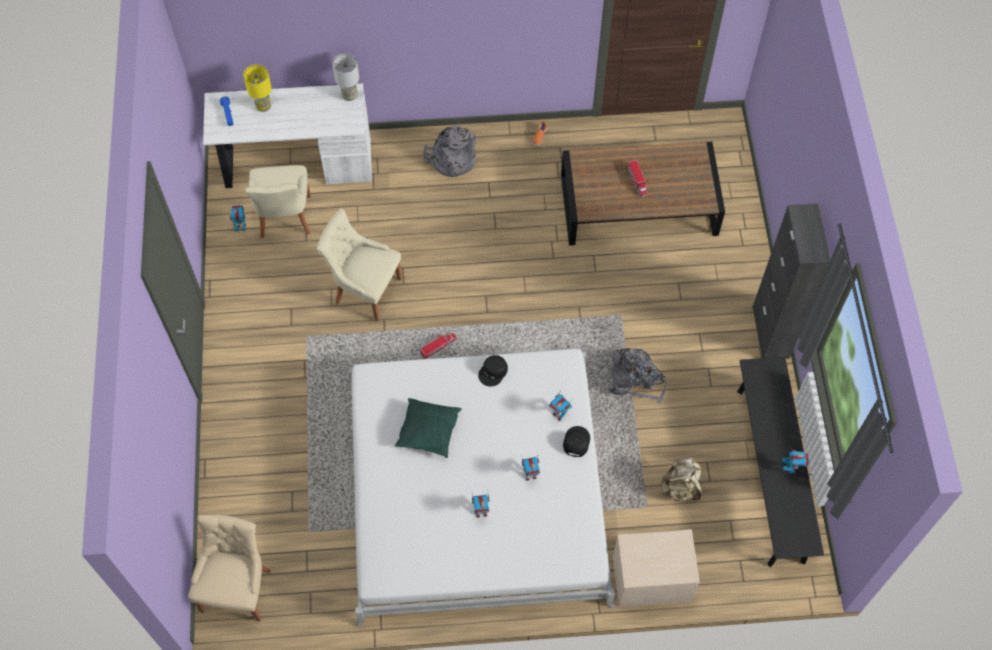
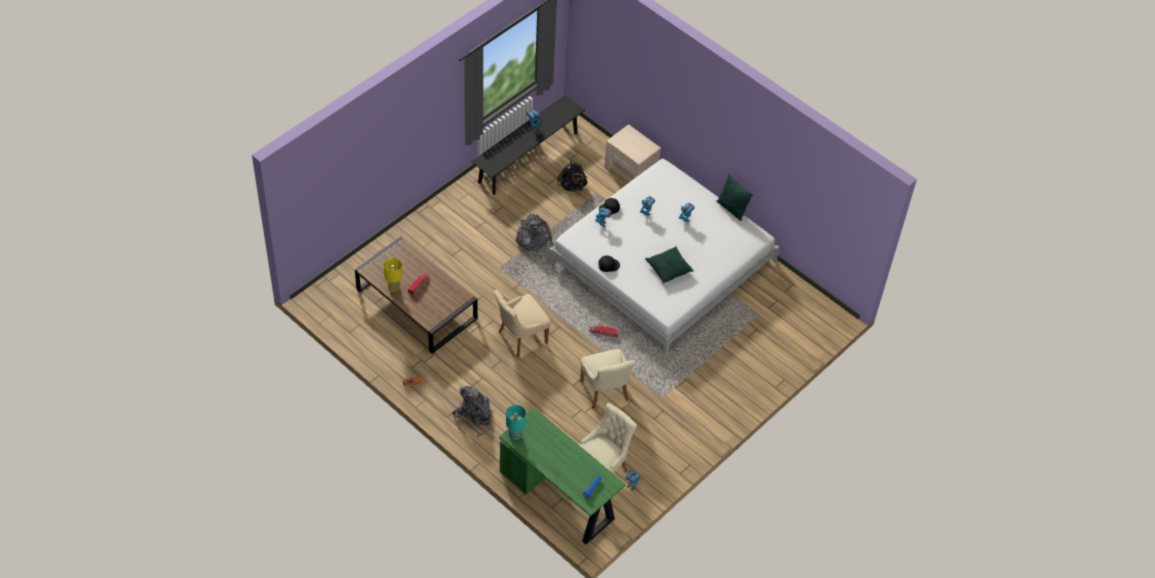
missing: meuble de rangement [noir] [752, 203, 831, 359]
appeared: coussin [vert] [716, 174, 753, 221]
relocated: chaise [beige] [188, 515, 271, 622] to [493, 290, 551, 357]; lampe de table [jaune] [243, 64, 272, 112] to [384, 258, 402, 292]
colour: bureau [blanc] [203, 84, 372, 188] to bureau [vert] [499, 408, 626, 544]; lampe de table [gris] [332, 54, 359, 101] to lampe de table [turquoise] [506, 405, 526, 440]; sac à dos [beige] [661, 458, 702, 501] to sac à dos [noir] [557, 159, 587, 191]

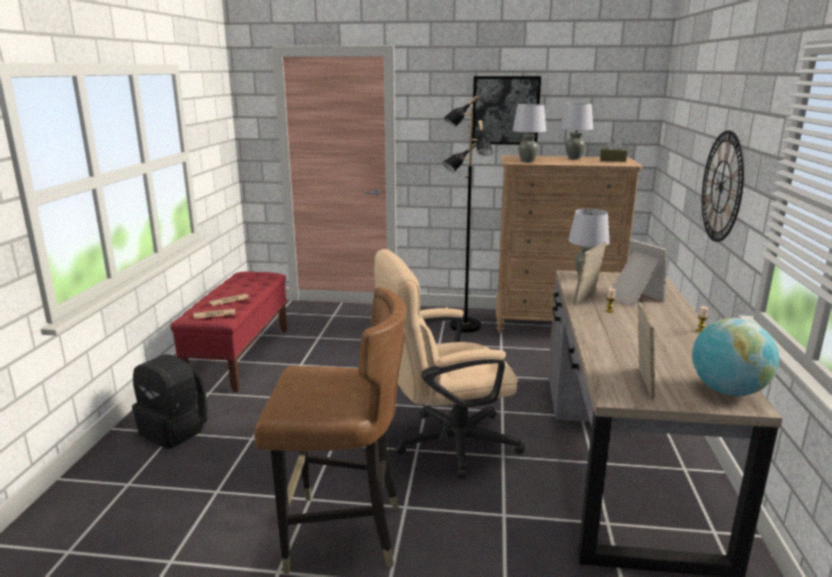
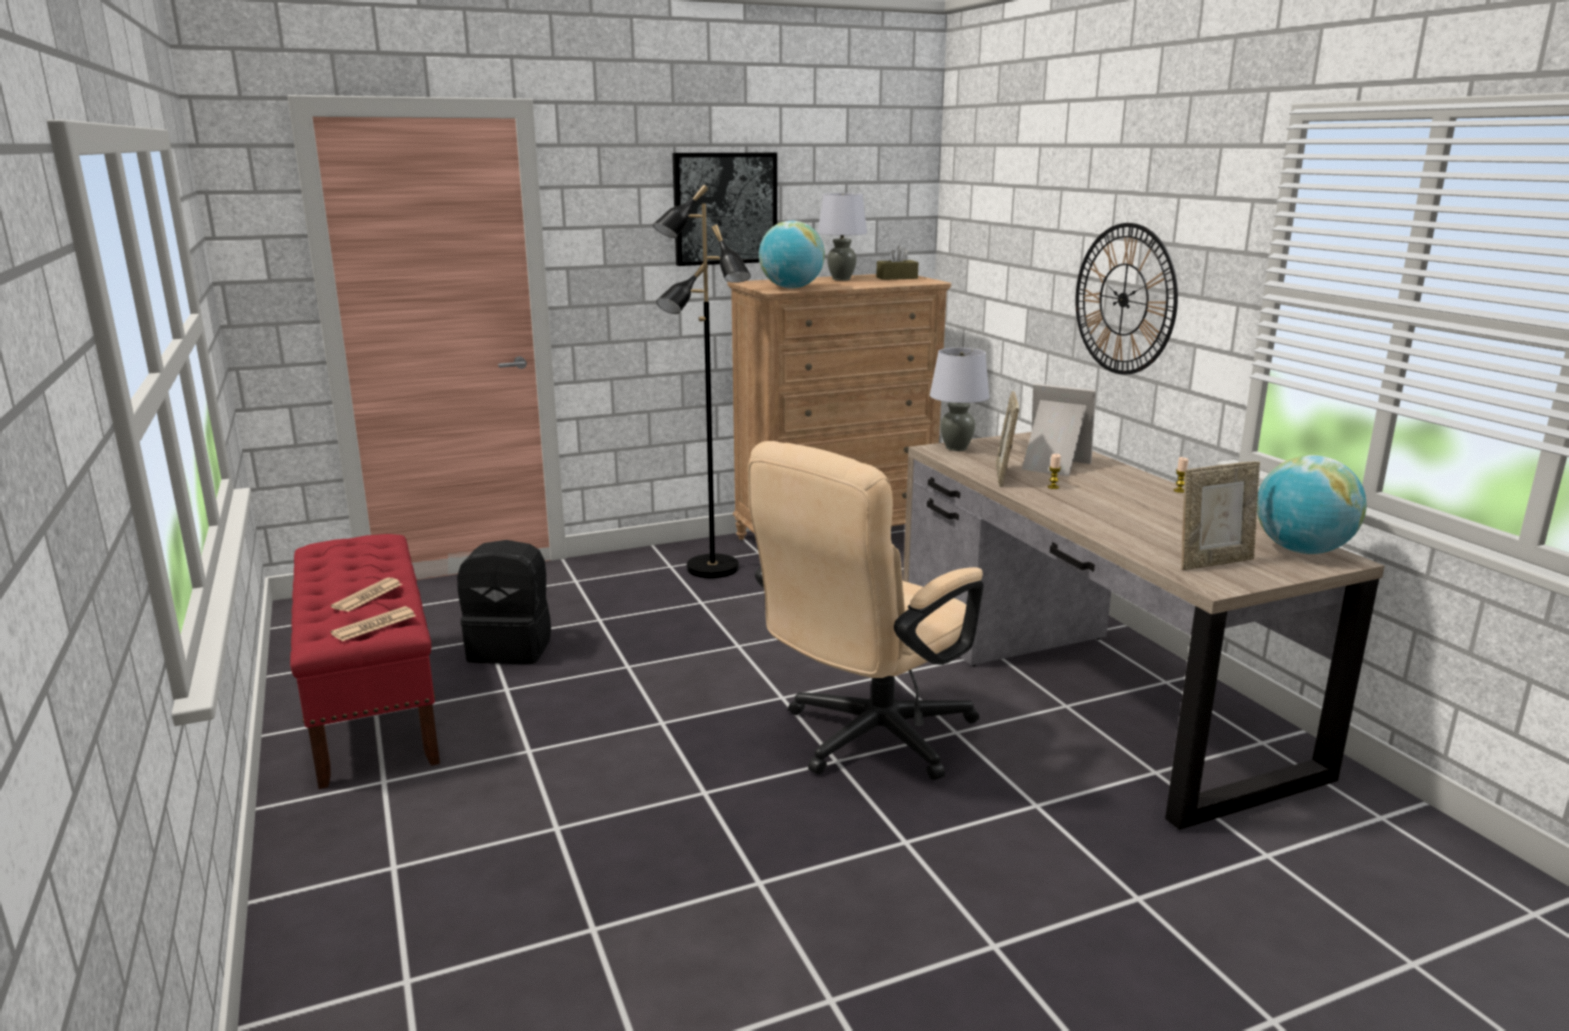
missing: chaise [marron] [254, 287, 406, 574]
relocated: sac à dos [noir] [132, 354, 208, 449] to [457, 540, 551, 664]
exchanged: lampe de table [gris] [512, 104, 546, 163] to globe [759, 220, 825, 289]
spun: cadre photo [638, 302, 655, 399] = [1181, 461, 1260, 570] 90 degrees clockwise

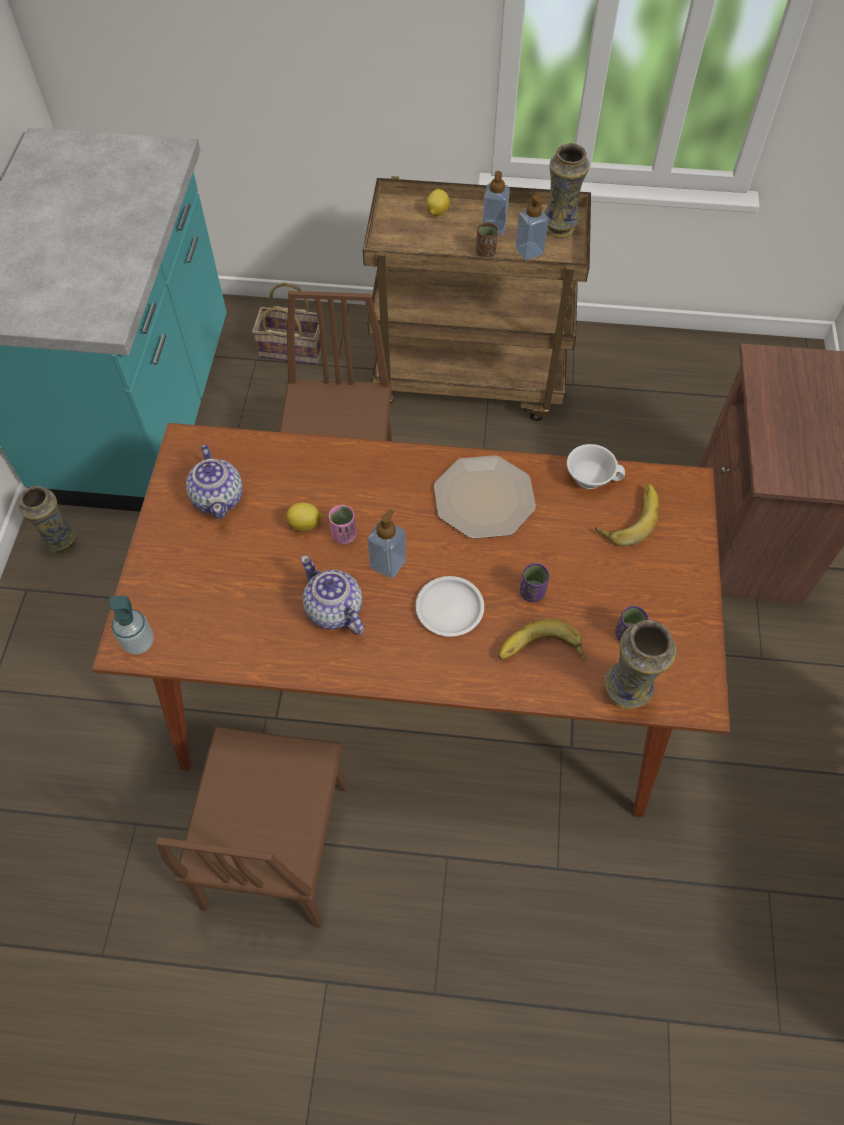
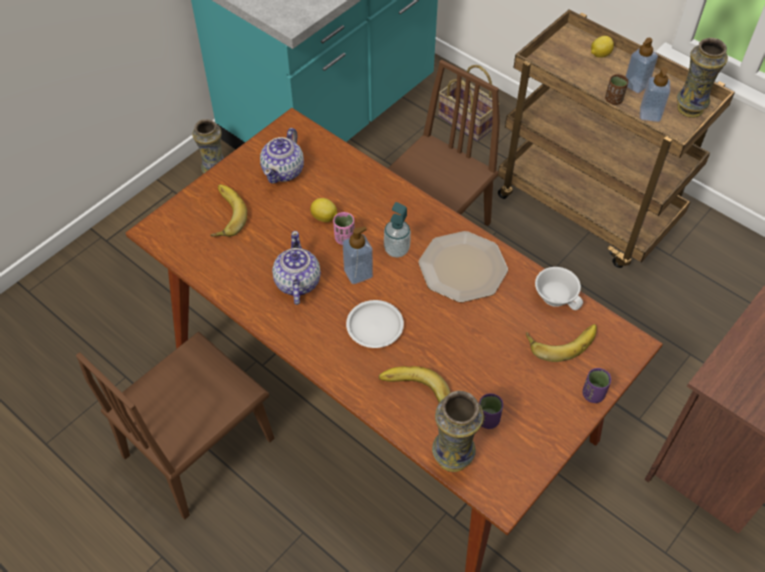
appeared: banane [210, 184, 247, 237]
relocated: distributeur de savon [110, 596, 154, 655] to [384, 202, 411, 258]; tasse [violet] [520, 563, 549, 602] to [582, 368, 611, 403]

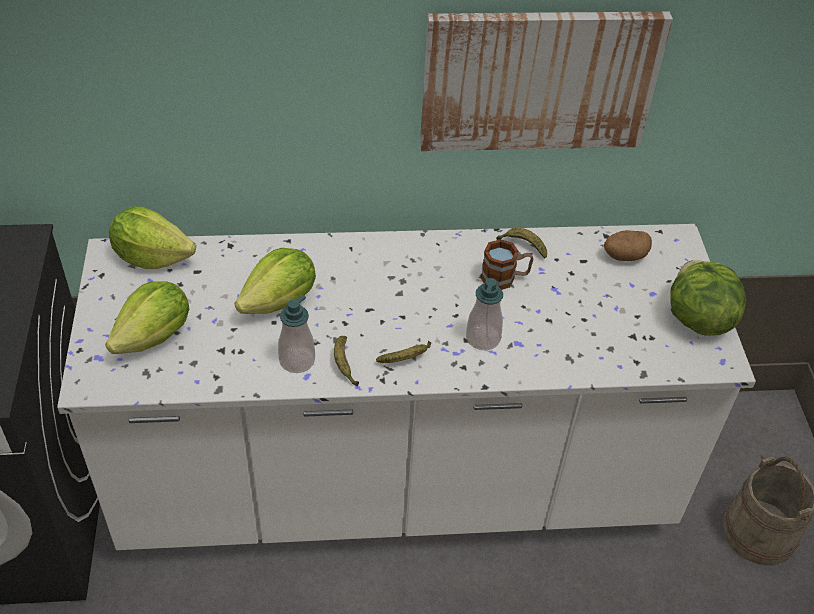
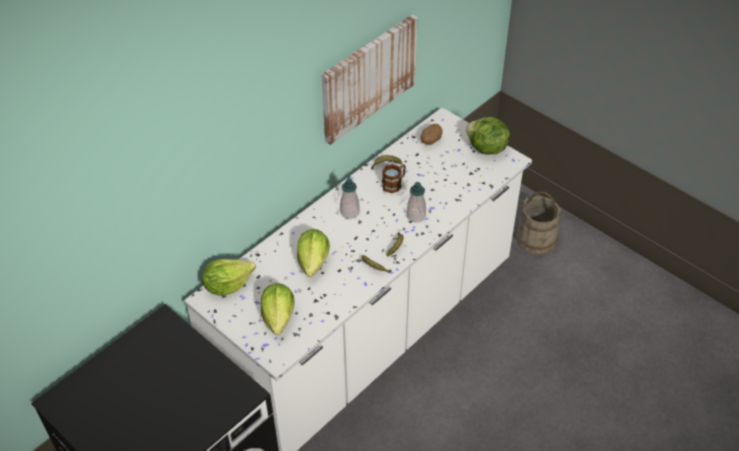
relocated: distributeur de savon [278, 295, 315, 373] to [340, 175, 360, 219]

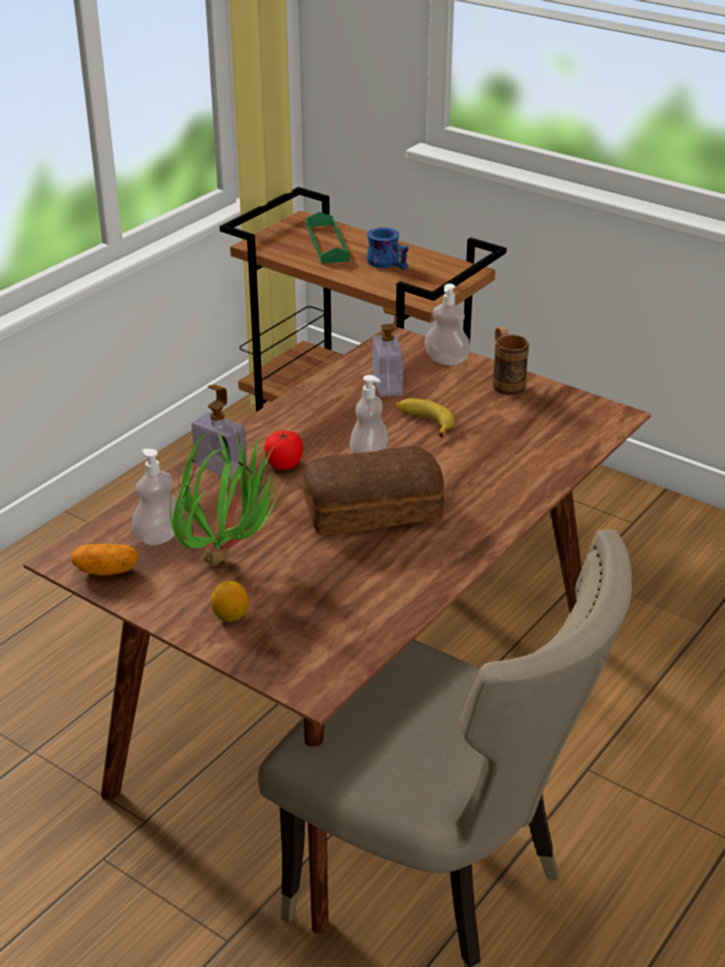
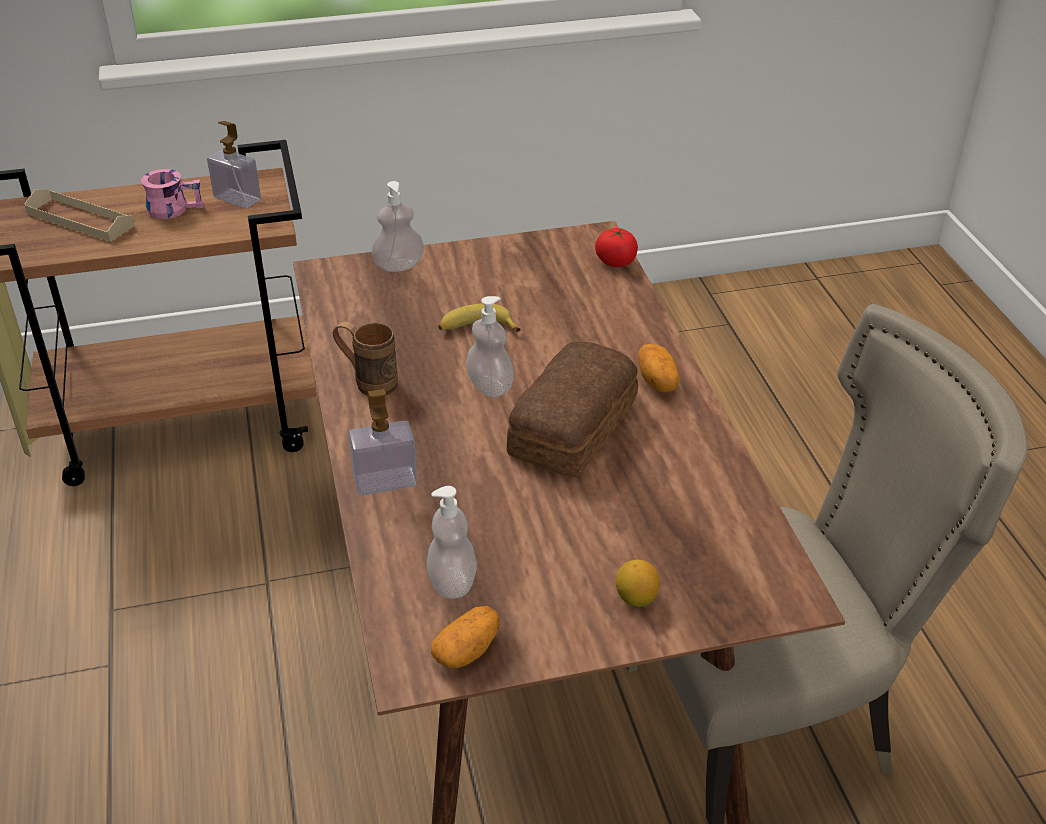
missing: plante en pot [170, 427, 284, 566]
appeared: pomme de terre [638, 344, 679, 392]
relocated: tomate [264, 430, 303, 470] to [595, 228, 638, 267]; distributeur de savon [372, 307, 403, 397] to [207, 121, 261, 208]; mug [marron] [493, 326, 529, 395] to [333, 321, 398, 396]
colour: plateau [vert] [306, 211, 350, 264] to plateau [beige] [24, 189, 134, 242]; mug [bleu] [367, 227, 409, 270] to mug [rose] [141, 169, 203, 219]

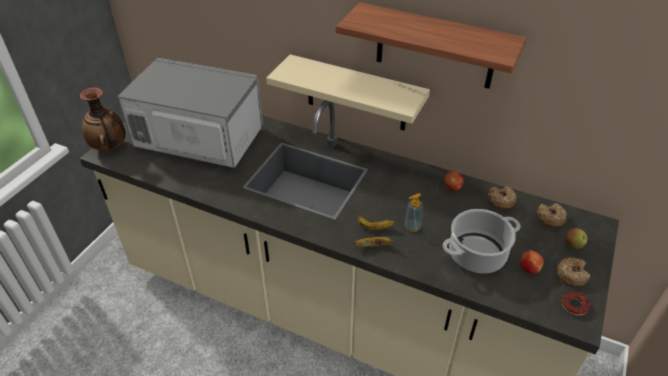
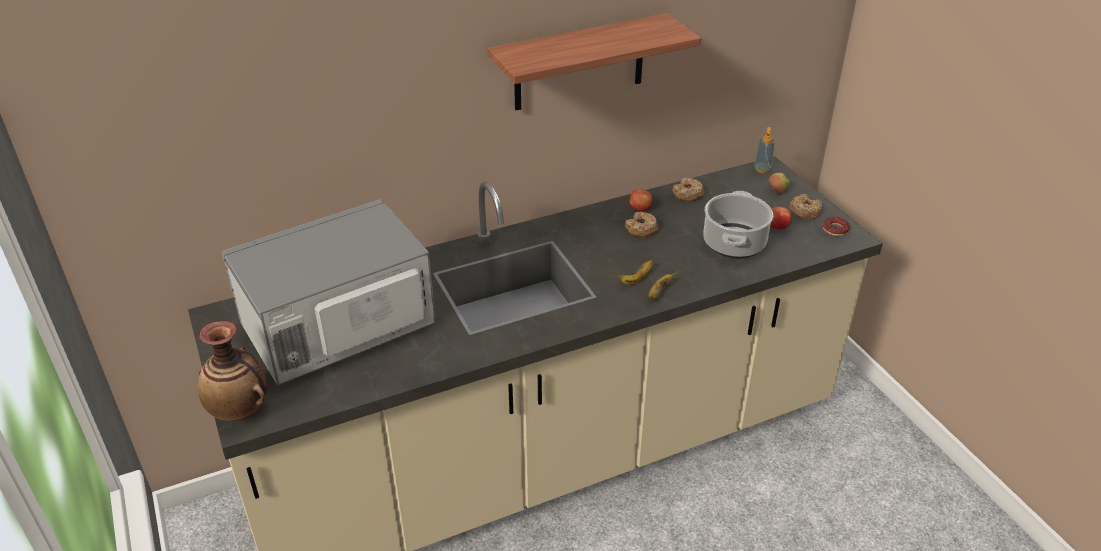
missing: étagère [beige] [266, 54, 430, 131]
relocated: distributeur de savon [404, 193, 423, 232] to [754, 127, 775, 173]; beignet [537, 203, 567, 227] to [625, 212, 659, 237]

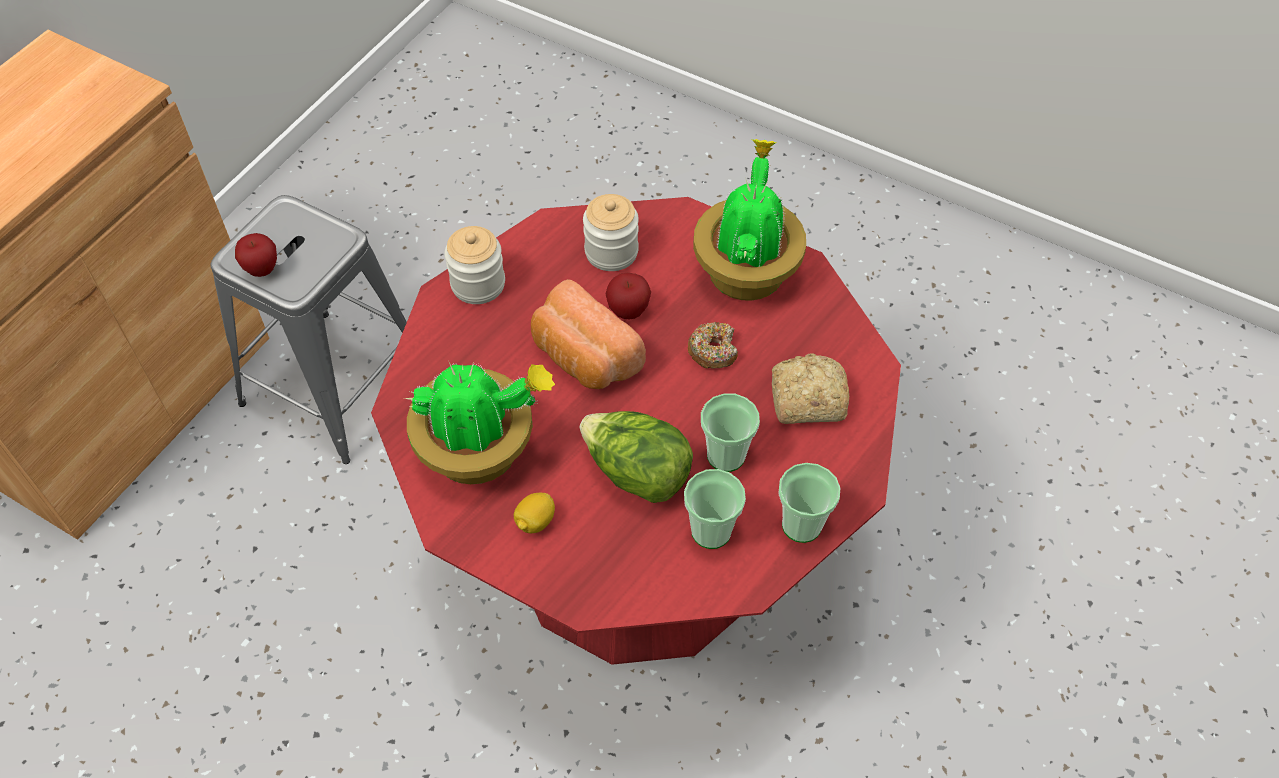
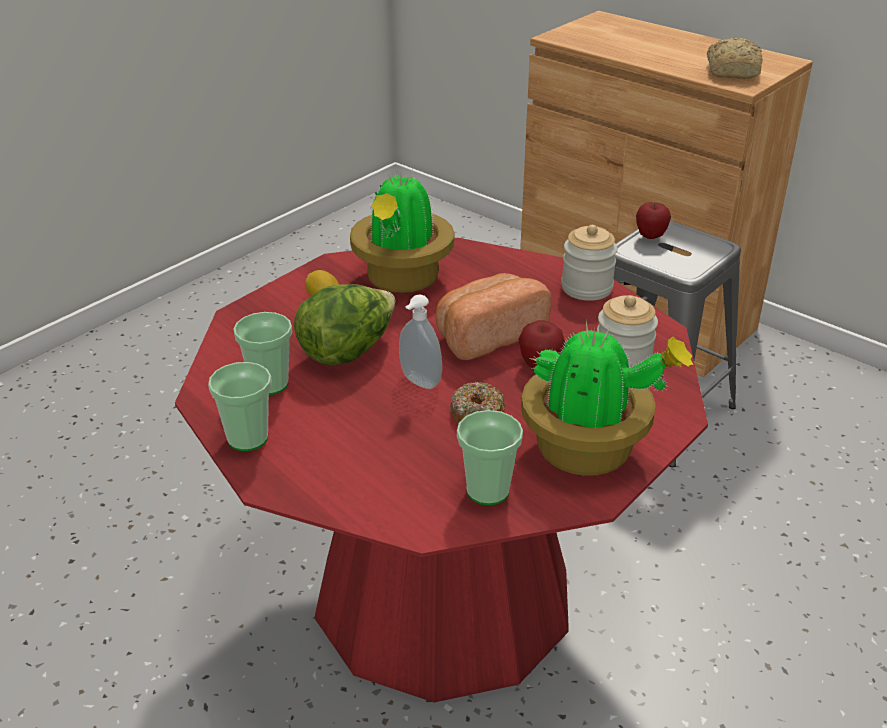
appeared: distributeur de savon [399, 295, 442, 389]
relocated: tasse [701, 394, 760, 472] to [457, 410, 523, 505]; pain [772, 353, 849, 424] to [707, 37, 763, 79]

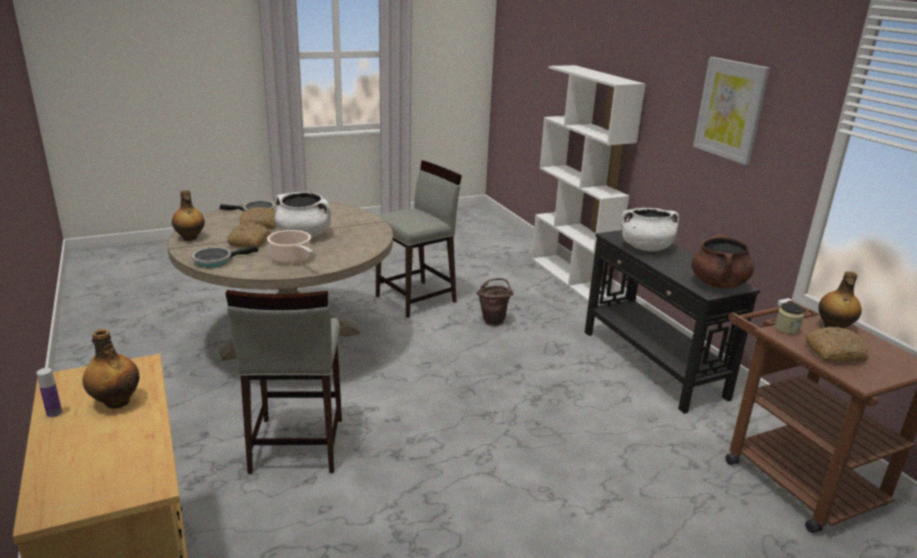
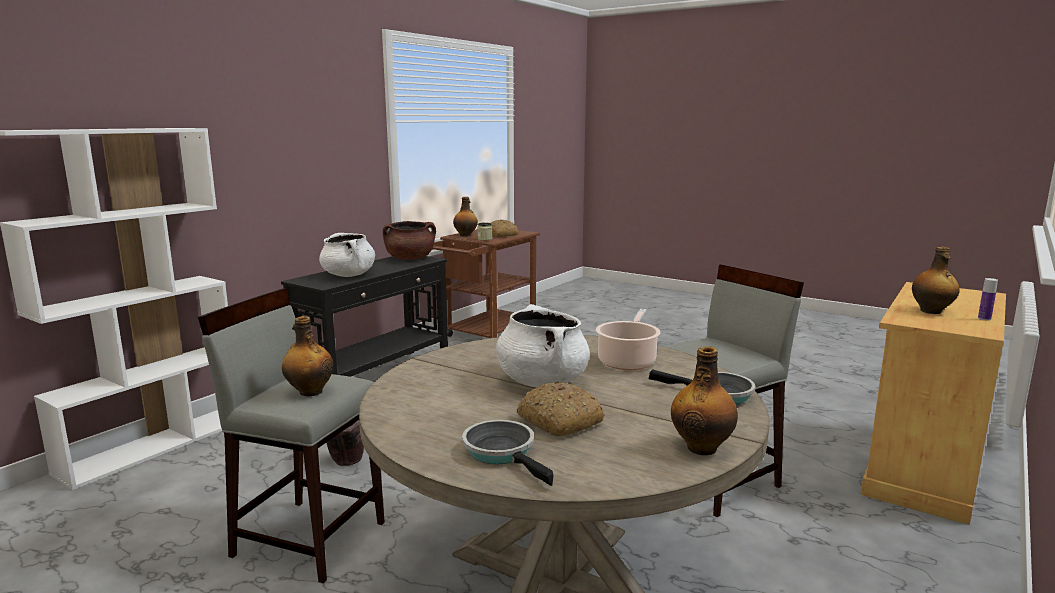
missing: pain [227, 222, 271, 248]; tableau [693, 57, 770, 165]
appeared: bouteille [282, 316, 334, 396]

